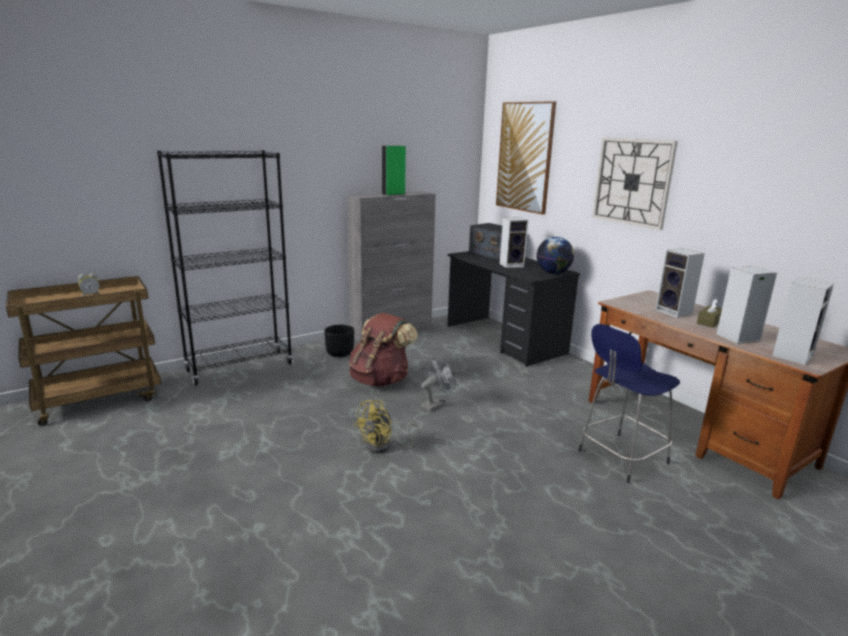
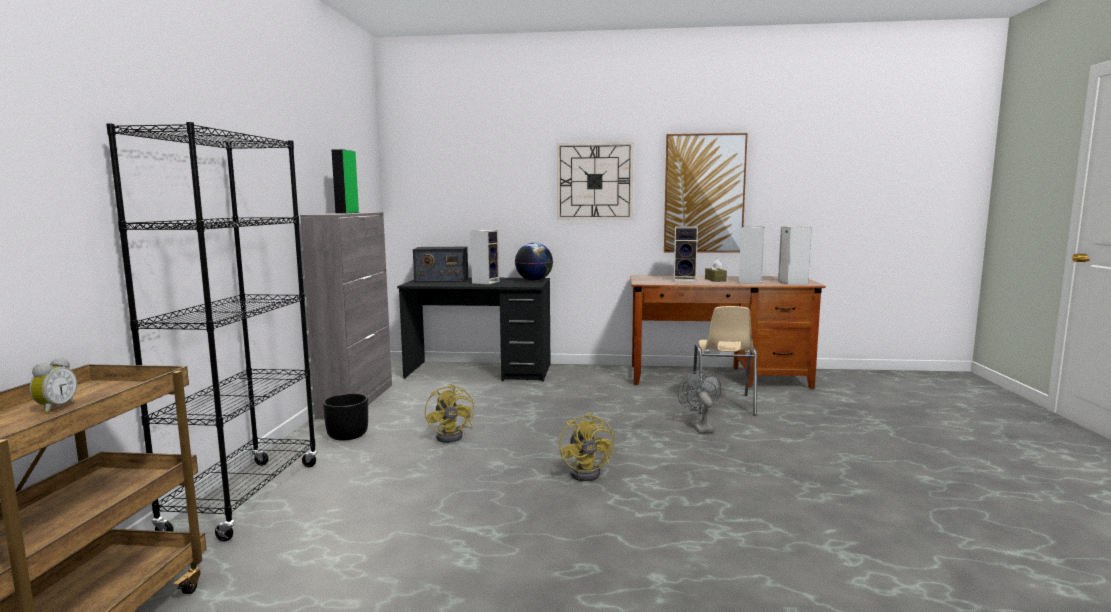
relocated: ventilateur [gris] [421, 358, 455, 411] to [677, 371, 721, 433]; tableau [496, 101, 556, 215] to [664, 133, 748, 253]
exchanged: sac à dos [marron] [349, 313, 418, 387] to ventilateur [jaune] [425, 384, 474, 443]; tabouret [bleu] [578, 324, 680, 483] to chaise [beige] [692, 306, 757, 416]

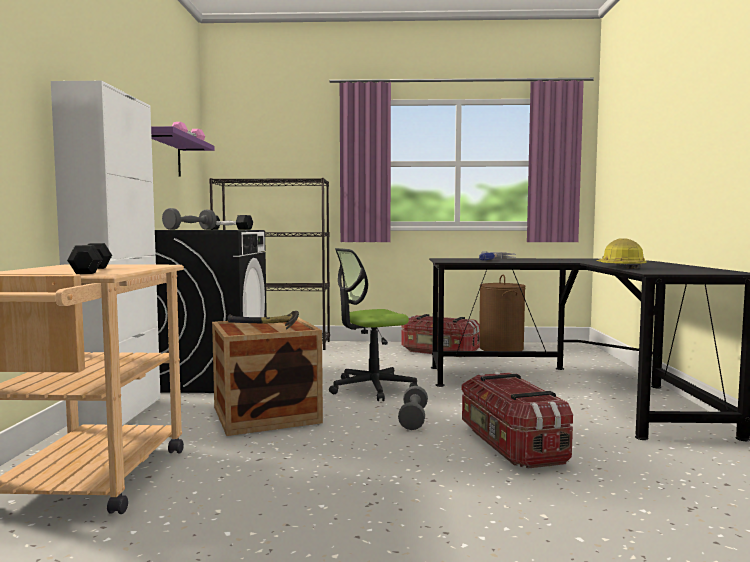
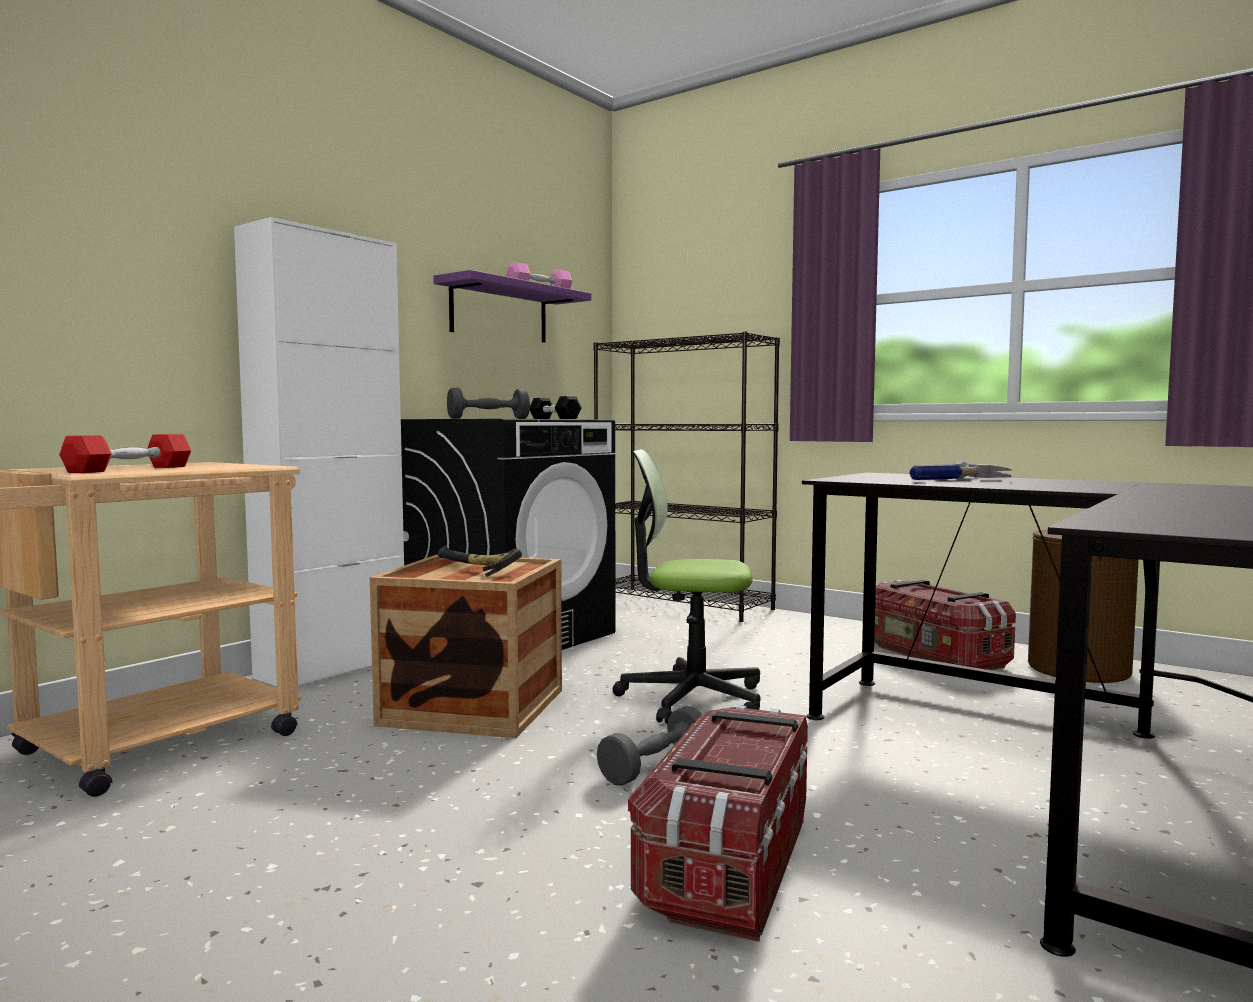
missing: casque de chantier [597, 238, 647, 269]
colour: haltère [noir] [67, 243, 112, 274] to haltère [rouge] [59, 434, 191, 473]

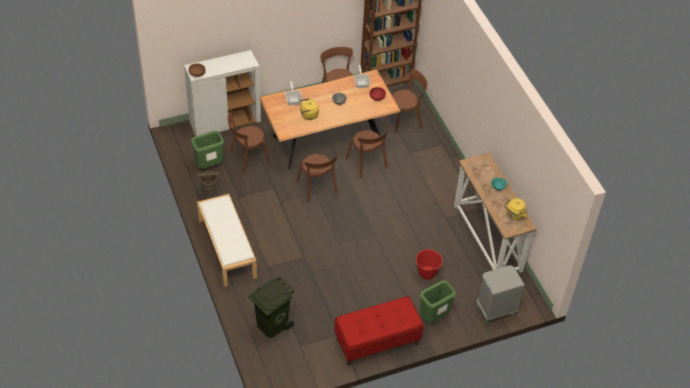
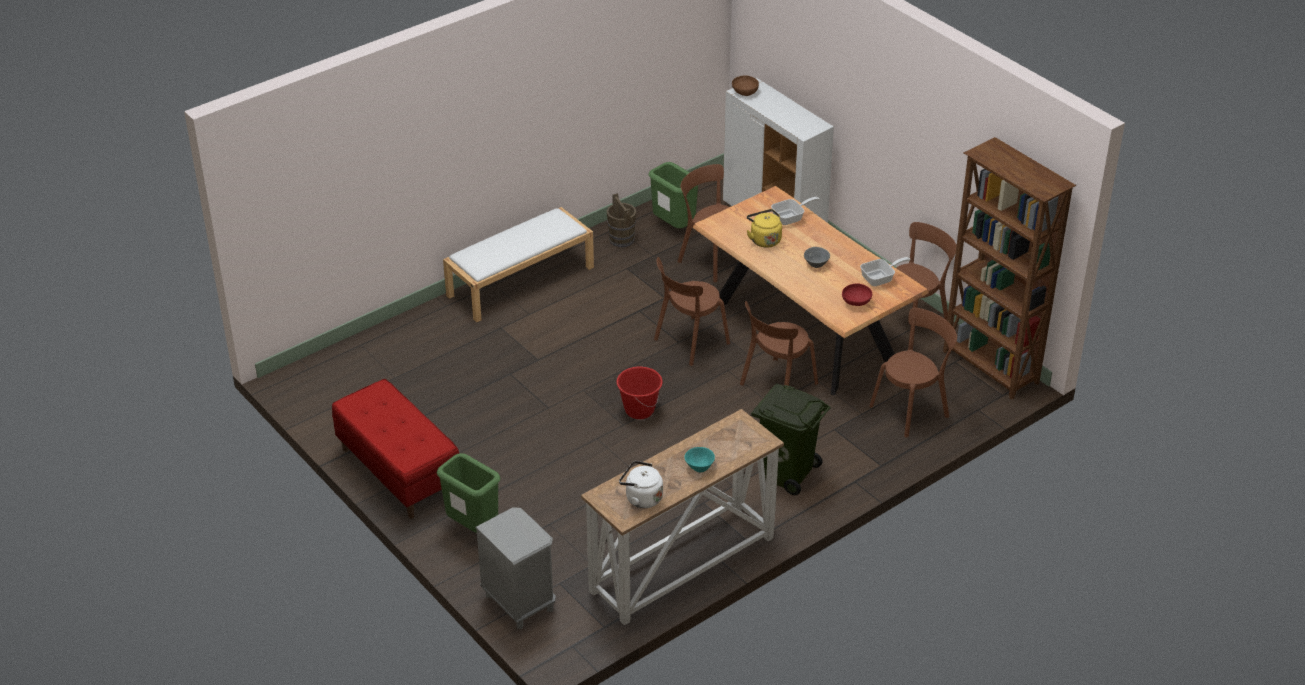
relocated: poubelle [vert] [248, 277, 295, 338] to [751, 383, 831, 495]; seau [rouge] [416, 249, 443, 280] to [617, 367, 663, 419]
colour: bouilloire [jaune] [504, 198, 528, 220] to bouilloire [blanc] [619, 461, 663, 508]
spun: chaise [marron] [391, 69, 427, 134] = [870, 308, 957, 438] 90 degrees counterclockwise

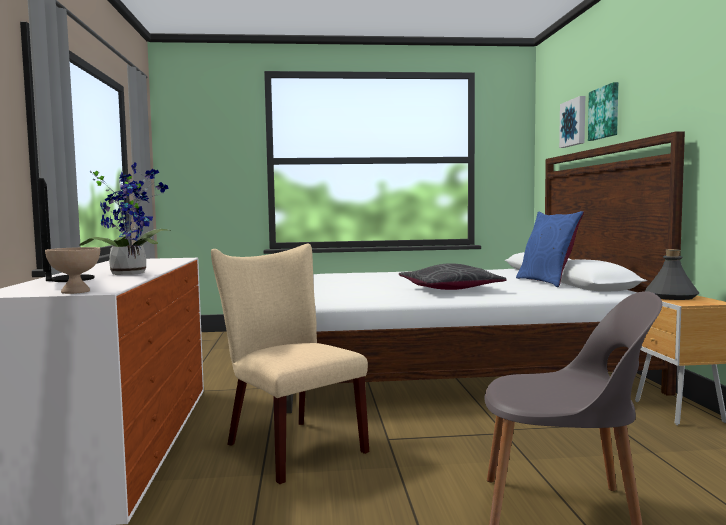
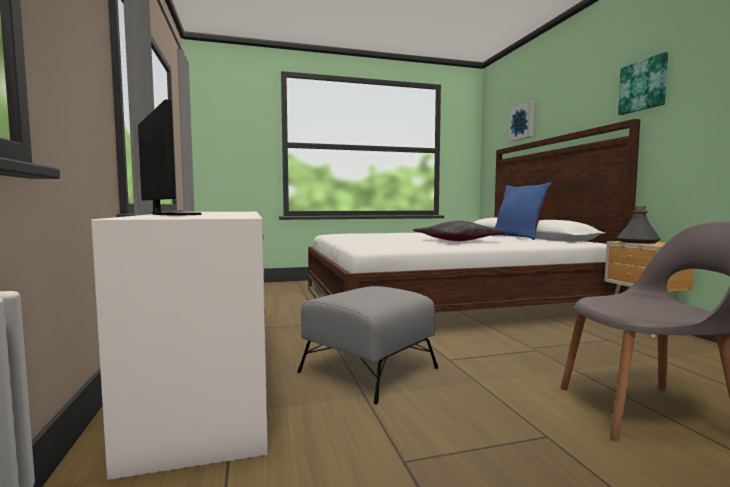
missing: bol [beige] [45, 247, 100, 294]; plante en pot [79, 162, 171, 275]
relocated: tableau [588, 82, 618, 141] to [618, 52, 668, 115]
exchanged: chaise [beige] [211, 244, 369, 484] to pouf [gris] [297, 286, 438, 404]

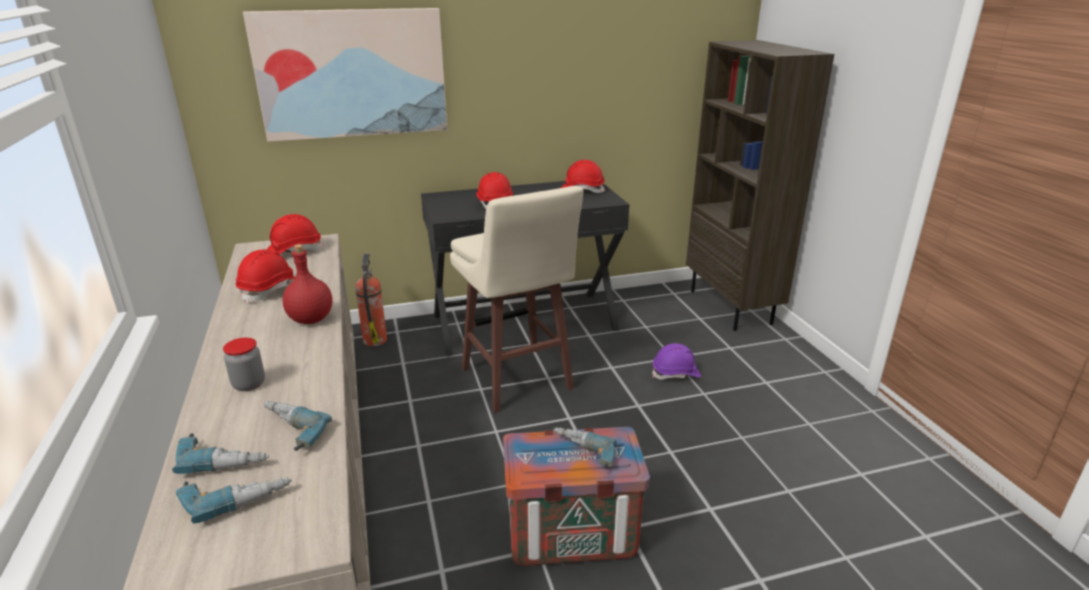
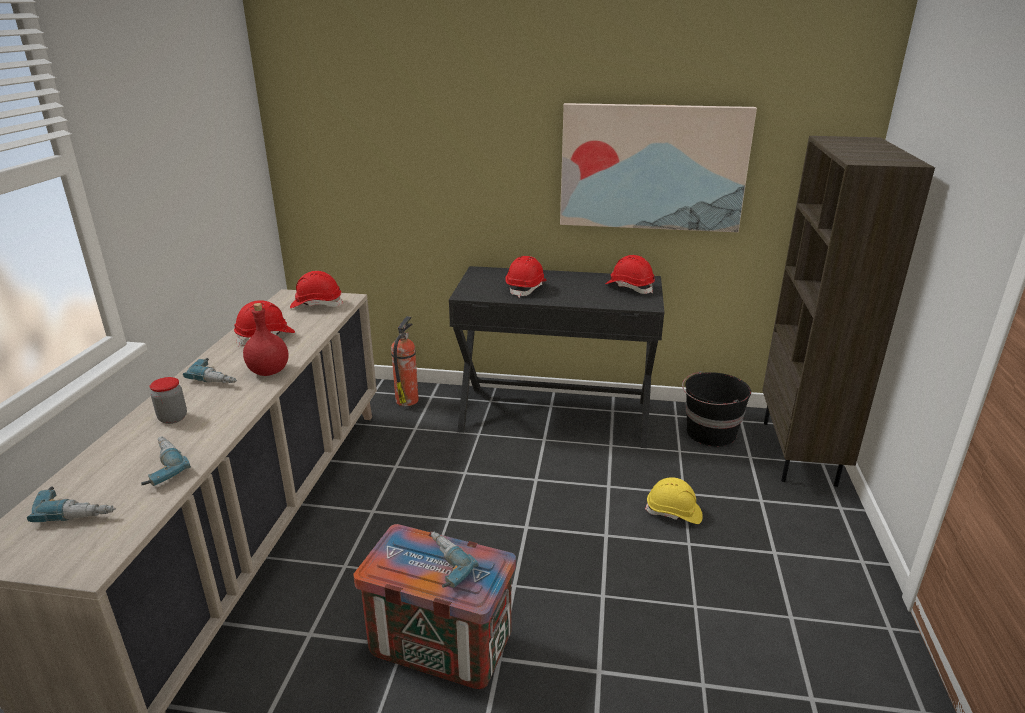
missing: tabouret [beige] [450, 186, 584, 413]
appeared: seau [noir] [682, 371, 751, 446]
relocated: perceuse [172, 433, 269, 474] to [183, 358, 237, 383]; tableau [243, 8, 447, 142] to [560, 103, 757, 232]
colour: casque de chantier [violet] [652, 343, 701, 380] to casque de chantier [jaune] [645, 477, 703, 524]

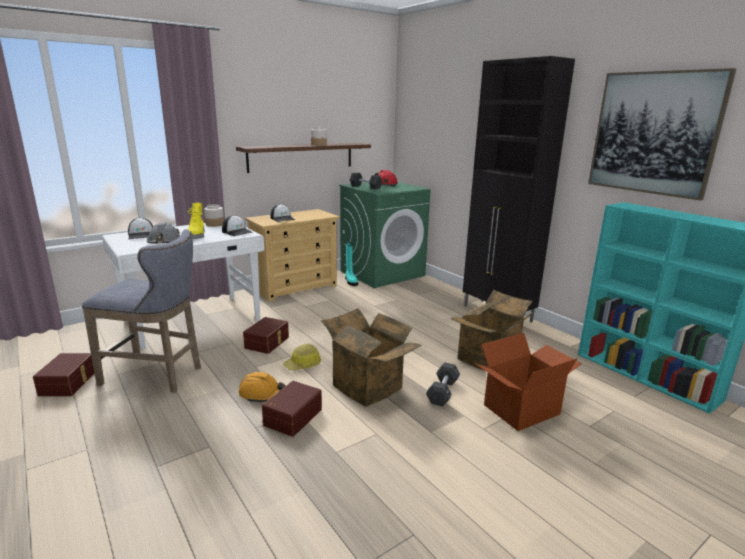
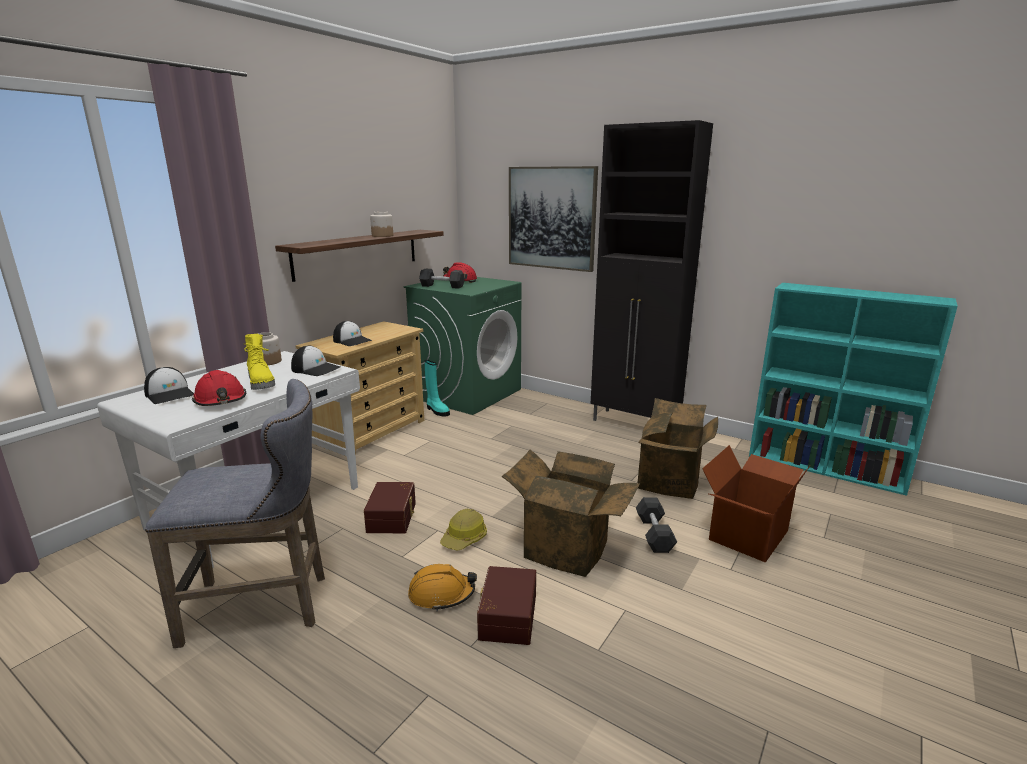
missing: boîte de rangement [marron] [33, 353, 94, 396]
relocated: tableau [588, 68, 736, 201] to [509, 166, 598, 272]
colour: casque de chantier [gris] [147, 222, 180, 243] to casque de chantier [rouge] [192, 370, 246, 406]

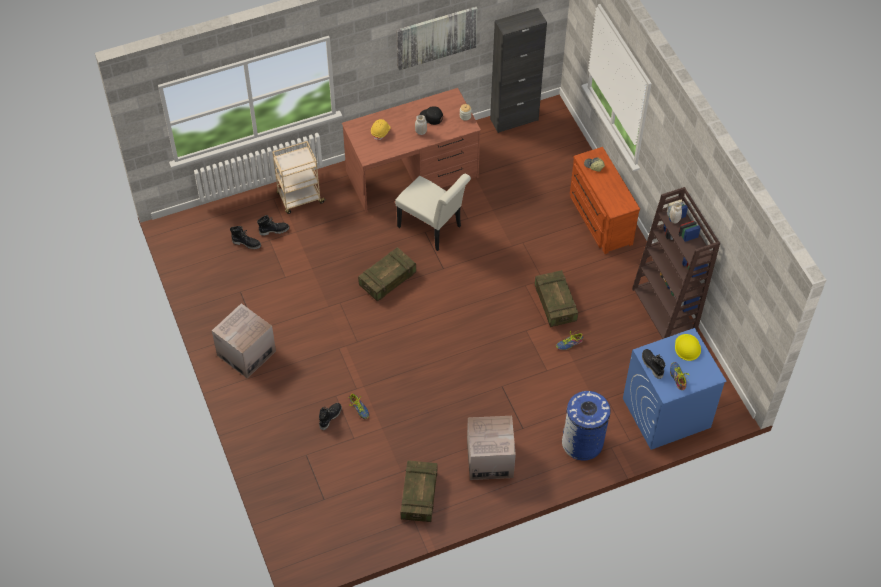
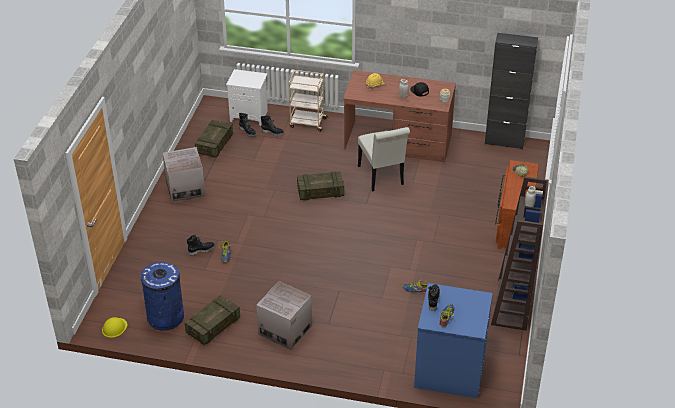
missing: tableau [396, 7, 477, 70]
appeared: table de chevet [blanc] [226, 69, 268, 126]
relocated: caisse [535, 270, 578, 327] to [195, 120, 233, 158]; poubelle [bleu] [562, 391, 611, 461] to [141, 262, 184, 330]; casque de chantier [jaune] [675, 334, 701, 361] to [102, 317, 127, 338]

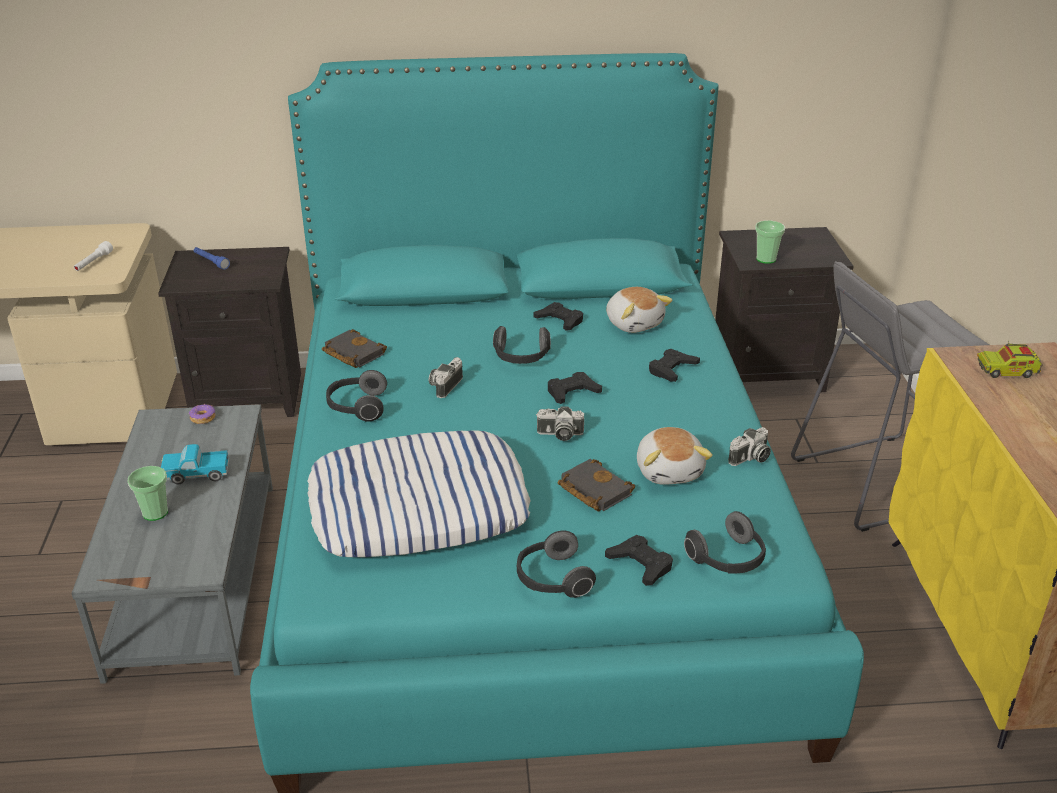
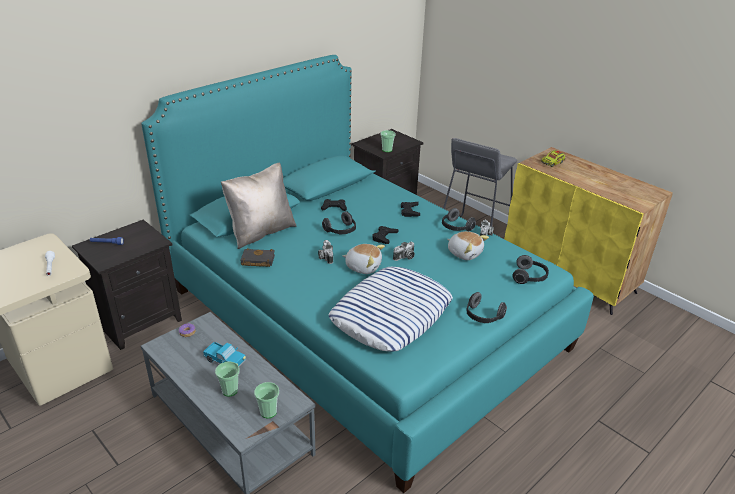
missing: livre [noir] [558, 459, 635, 512]; manette [noir] [605, 535, 673, 586]
appeared: coussin [beige] [221, 162, 297, 249]; tasse [254, 382, 279, 418]
relocated: casque audio [326, 370, 387, 422] to [442, 208, 476, 231]; peluche [606, 287, 673, 333] to [342, 244, 385, 274]
spun: camion jouet [161, 444, 229, 484] = [203, 342, 246, 367] 105 degrees counterclockwise

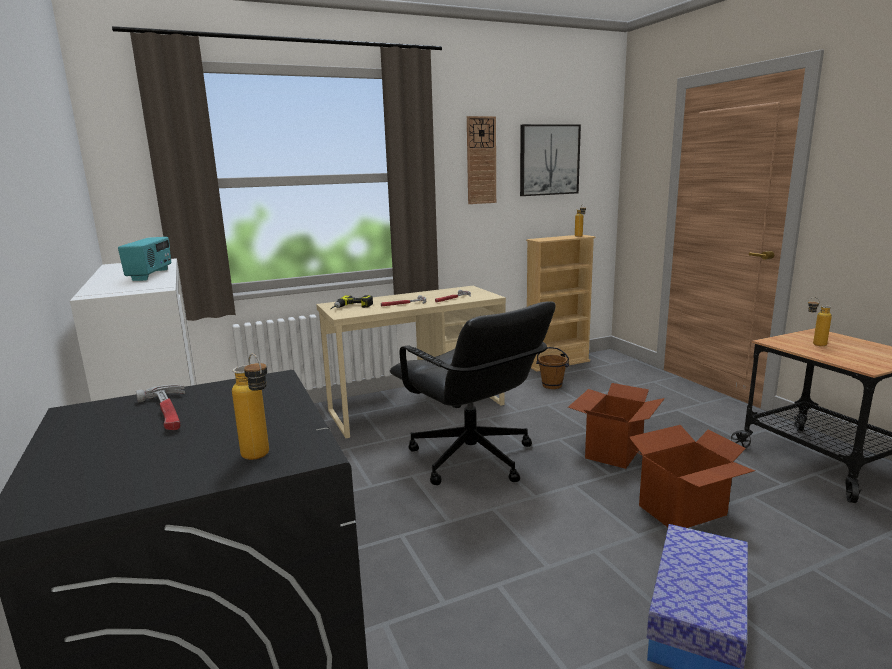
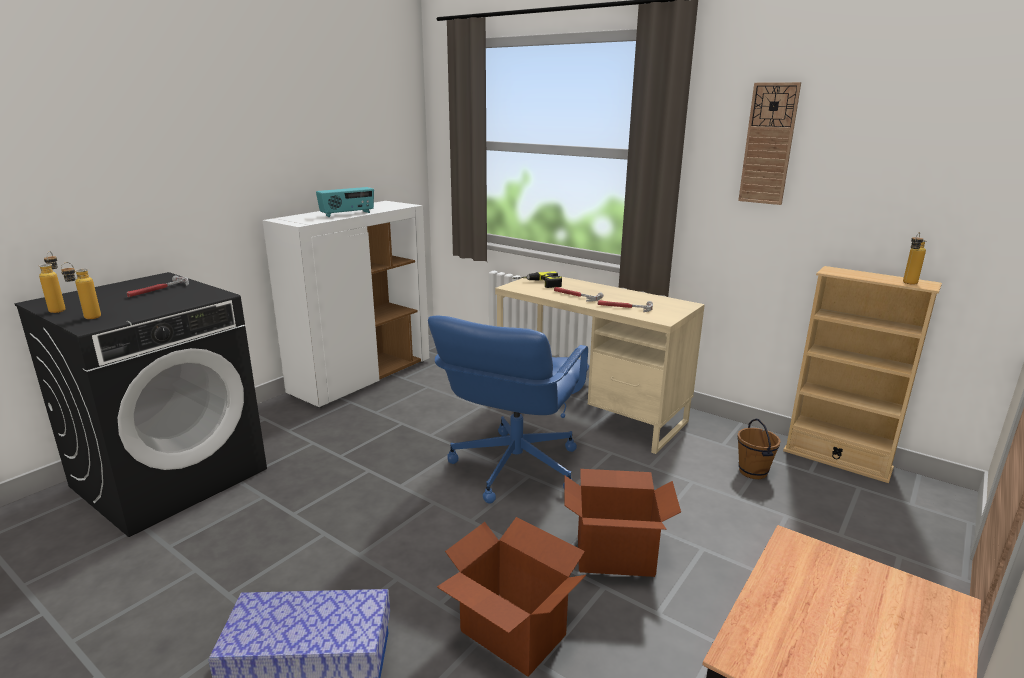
missing: tableau [520, 124, 581, 196]
relocated: bouteille [808, 297, 832, 346] to [39, 251, 66, 313]
colour: chaise de bureau [noir] [390, 301, 556, 485] to chaise de bureau [bleu] [428, 316, 589, 504]

